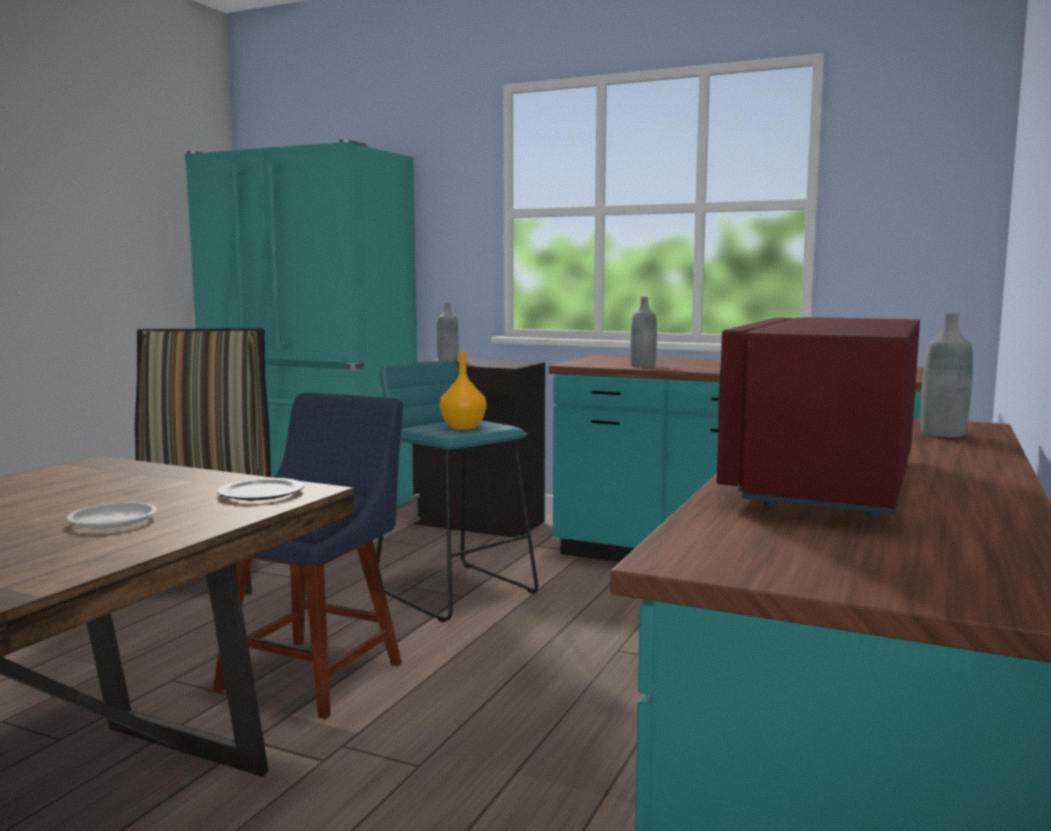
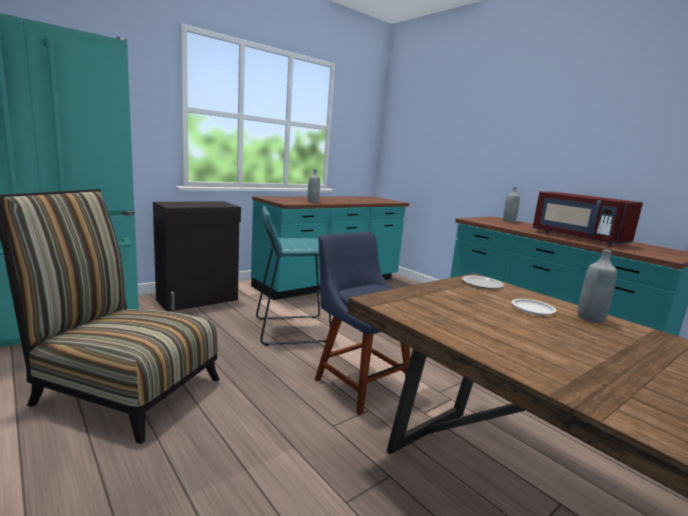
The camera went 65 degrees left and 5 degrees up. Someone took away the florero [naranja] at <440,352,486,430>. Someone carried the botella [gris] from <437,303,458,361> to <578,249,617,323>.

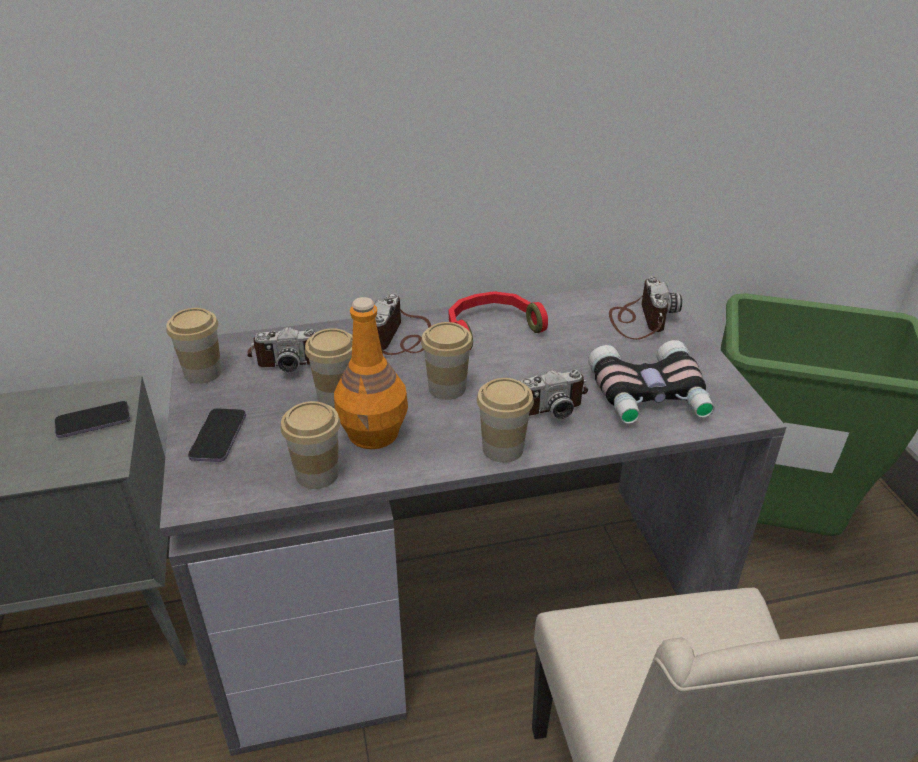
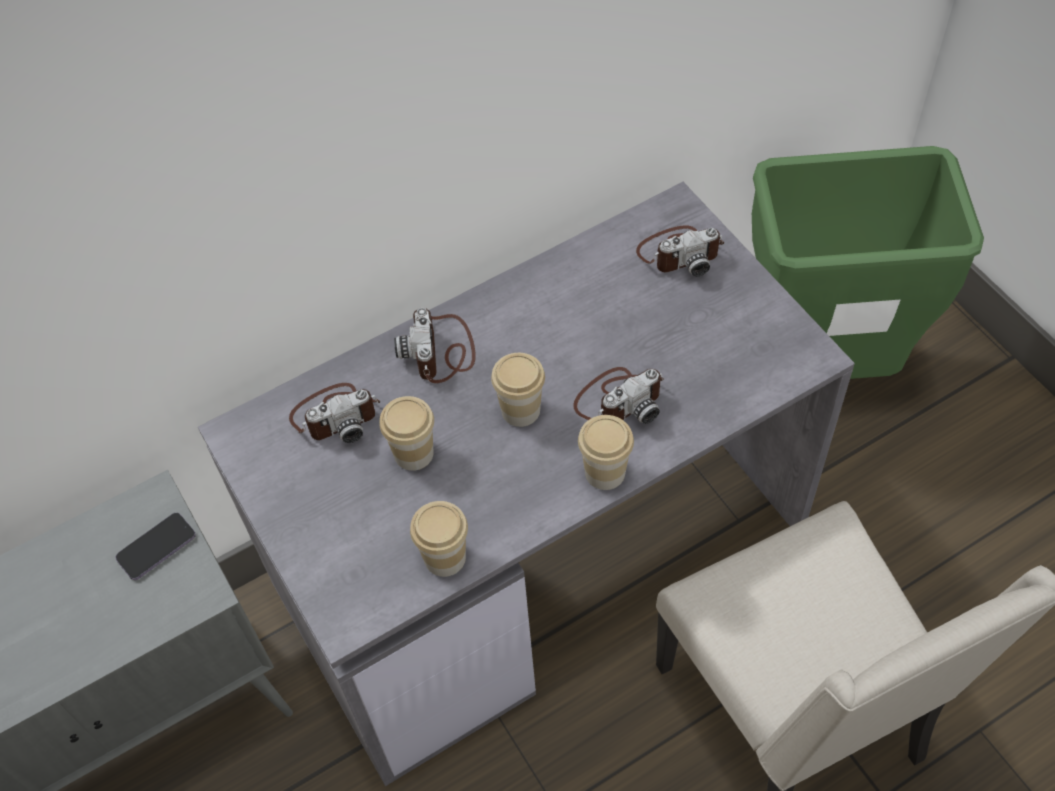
The camera went 15 degrees left and 20 degrees up. Someone took away the taza at <166,308,222,384>. Someone took away the móvil at <188,408,246,462>. Someone took away the botella [naranja] at <334,297,408,449>. Someone took away the auriculares [rojo] at <449,291,548,350>. Someone took away the prismáticos at <588,340,715,424>. Someone rotated the cámara at <609,276,682,340> by 90 degrees clockwise.

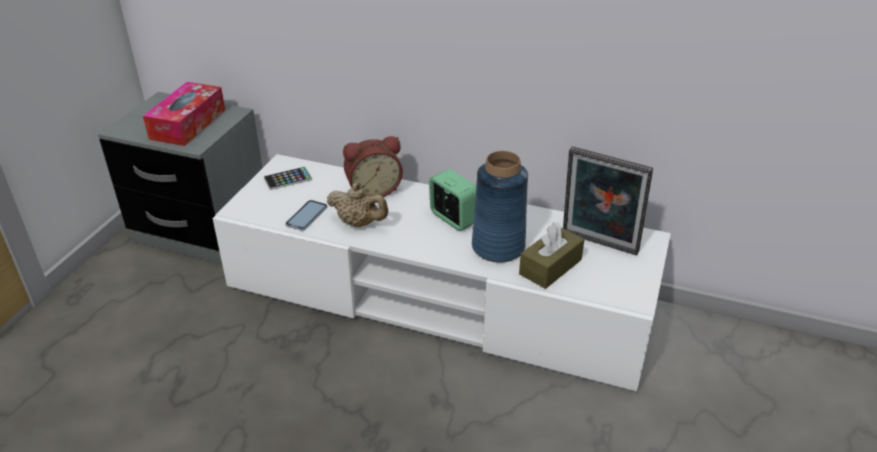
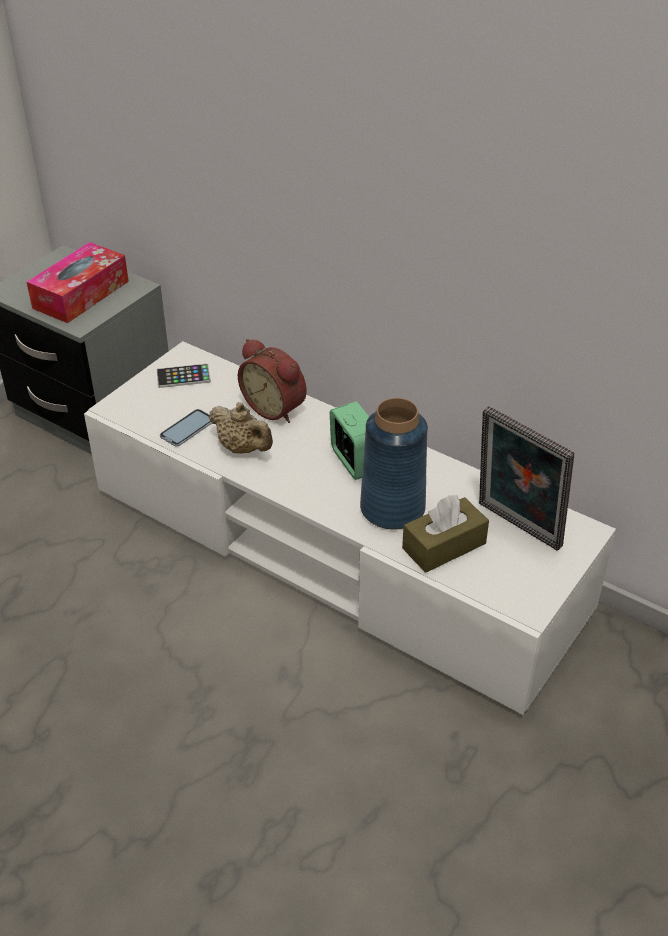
The camera went 15 degrees right and 5 degrees up. Someone rotated the despertador at <343,136,403,197> by 45 degrees clockwise.

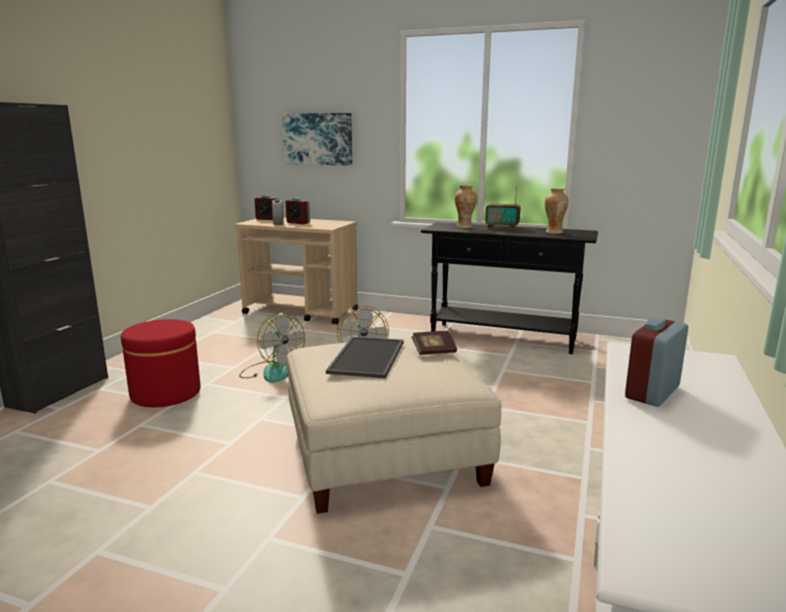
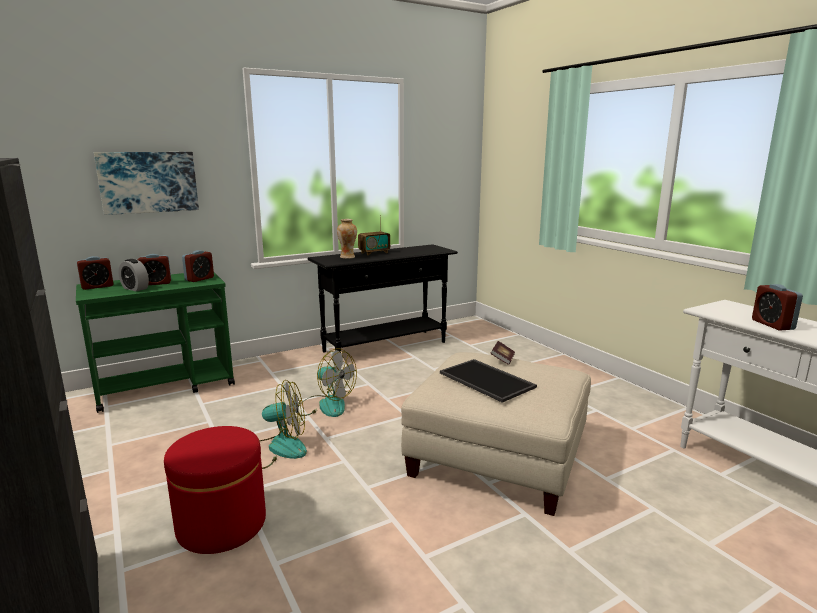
The camera went 50 degrees left and 0 degrees up. Someone took away the florero at <544,188,569,234>. Someone put down the despertador at <182,250,214,282>. Someone repainted the carrito [beis] at <235,218,358,325>, which became the carrito [verde] at <76,272,235,413>.

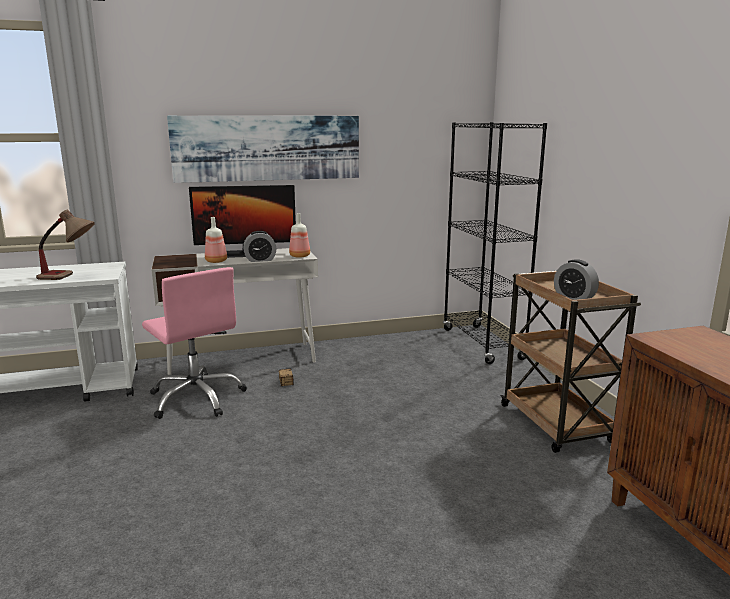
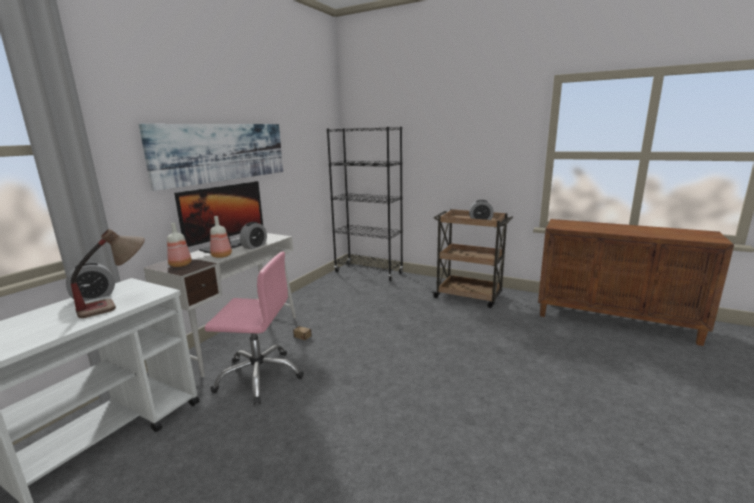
The camera went 45 degrees left and 0 degrees up. Someone put down the despertador at <66,262,115,301>. Someone carried the botella from <289,213,310,258> to <167,223,191,267>.

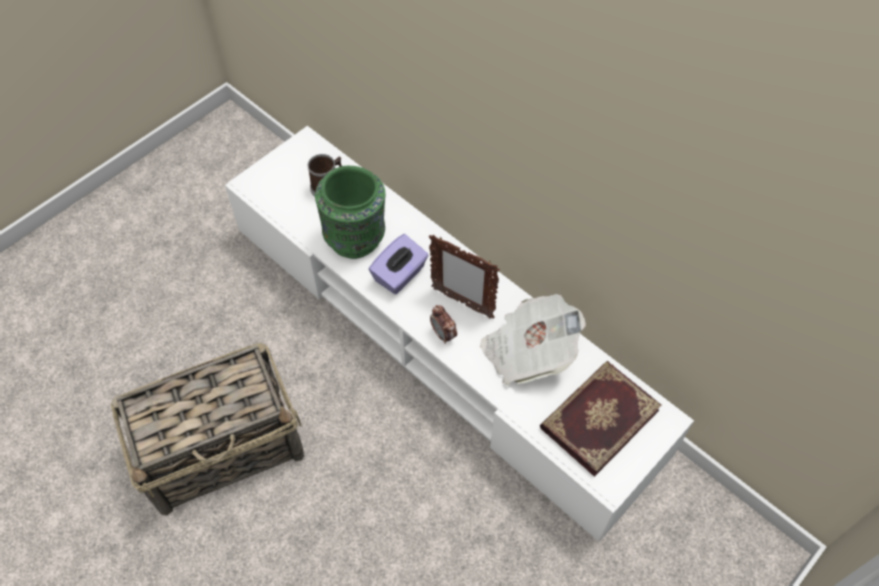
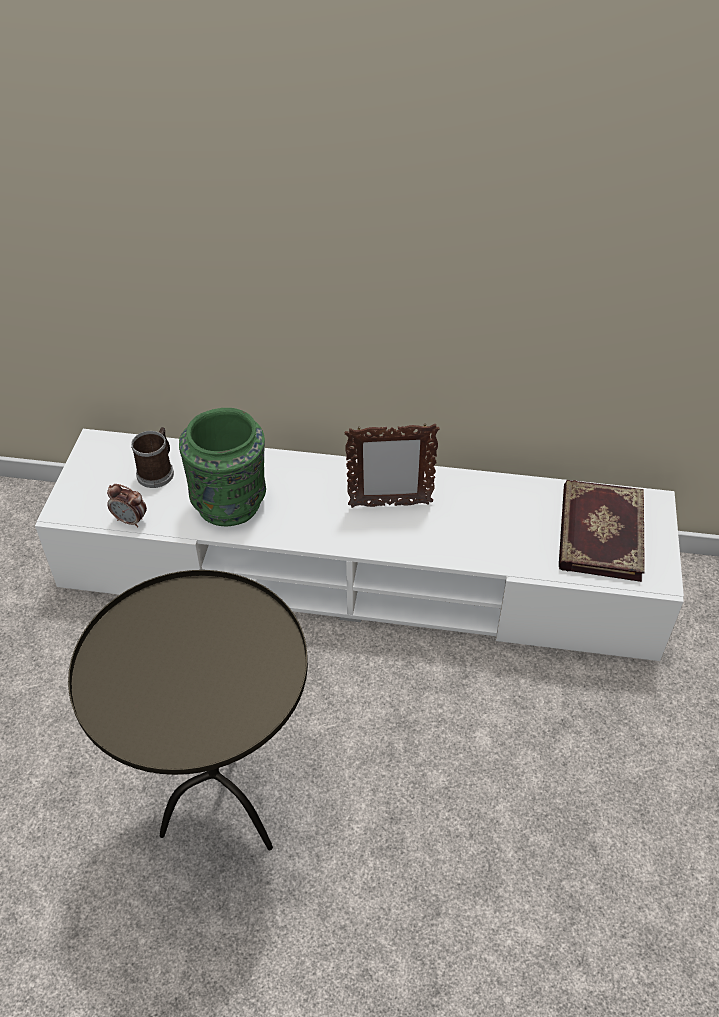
The camera went 35 degrees left and 10 degrees down. Someone took away the caja de pañuelos [morado] at <369,234,429,294>. Someone took away the periódico at <480,294,586,385>. Someone carried the despertador from <430,305,457,344> to <107,484,147,527>. Someone swapped the cesta at <111,343,304,515> for the mesa auxiliar [marrón] at <68,570,308,850>.

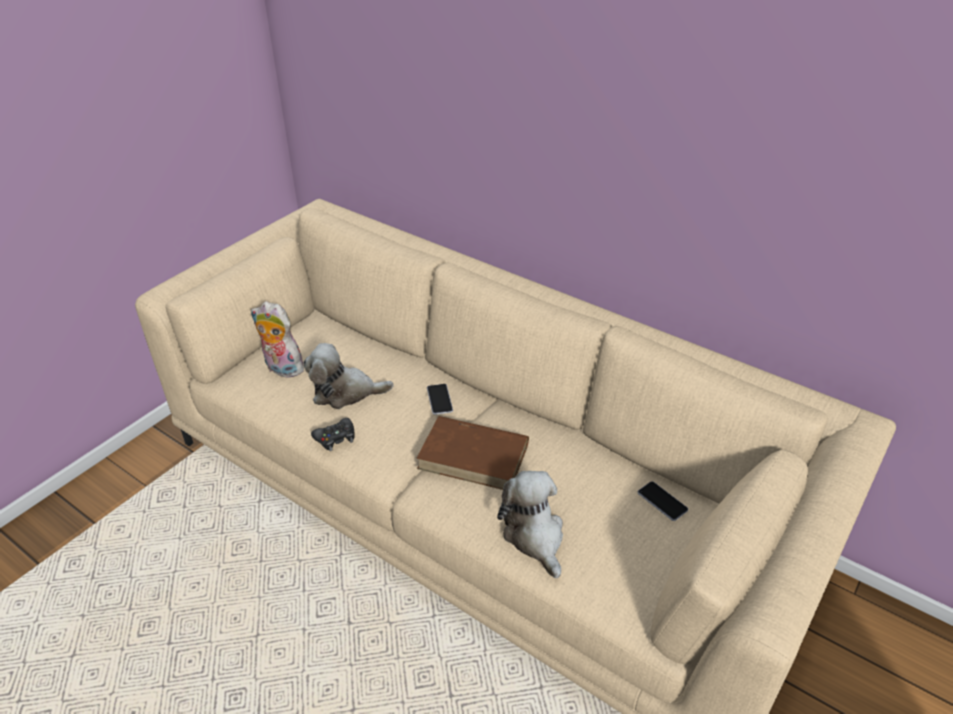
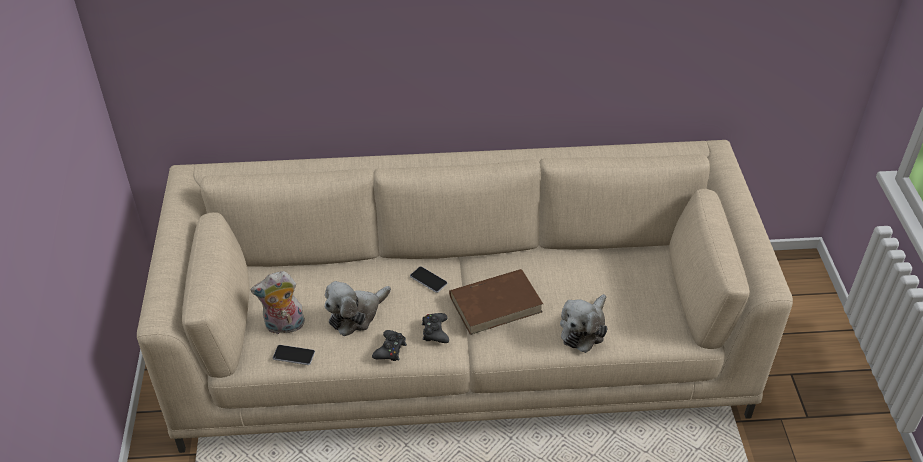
The camera went 40 degrees left and 5 degrees up. Someone put down the mando de consola [negro] at <422,313,449,343>. Someone carried the móvil from <638,481,688,521> to <273,345,315,365>. Someone rotated the peluche at <497,471,563,579> by 90 degrees counterclockwise.

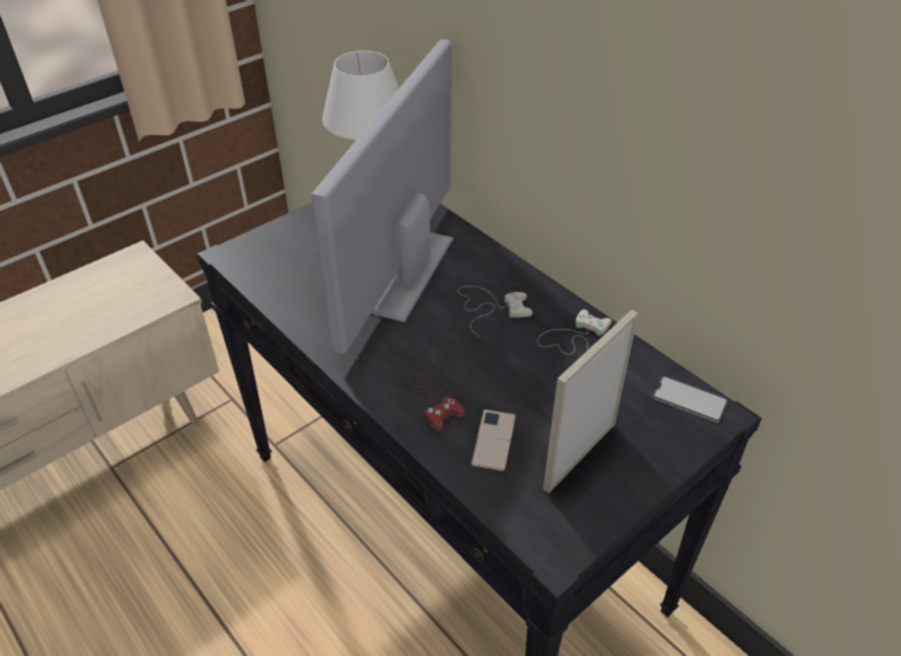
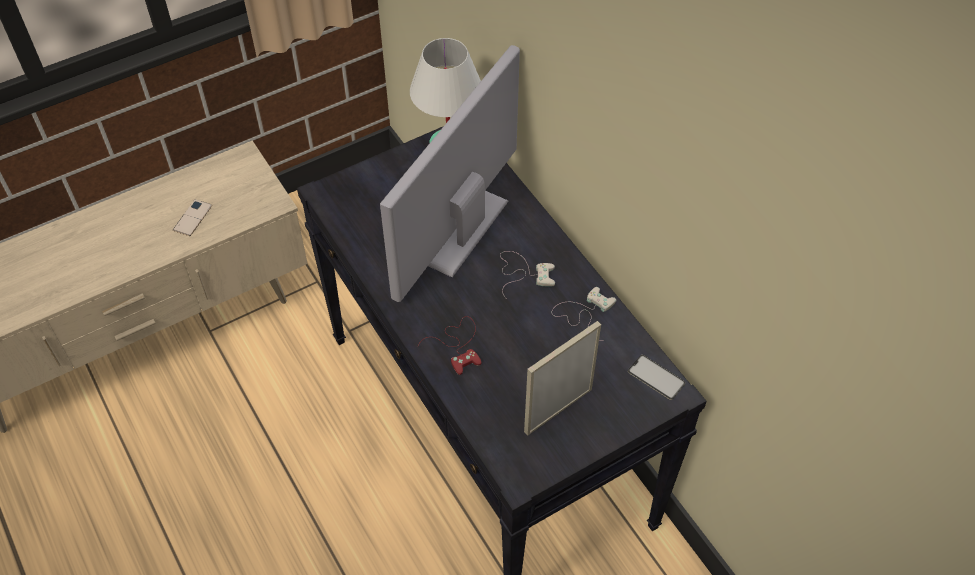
The camera went 10 degrees right and 10 degrees up. Someone carried the móvil from <471,409,516,471> to <173,199,212,236>.

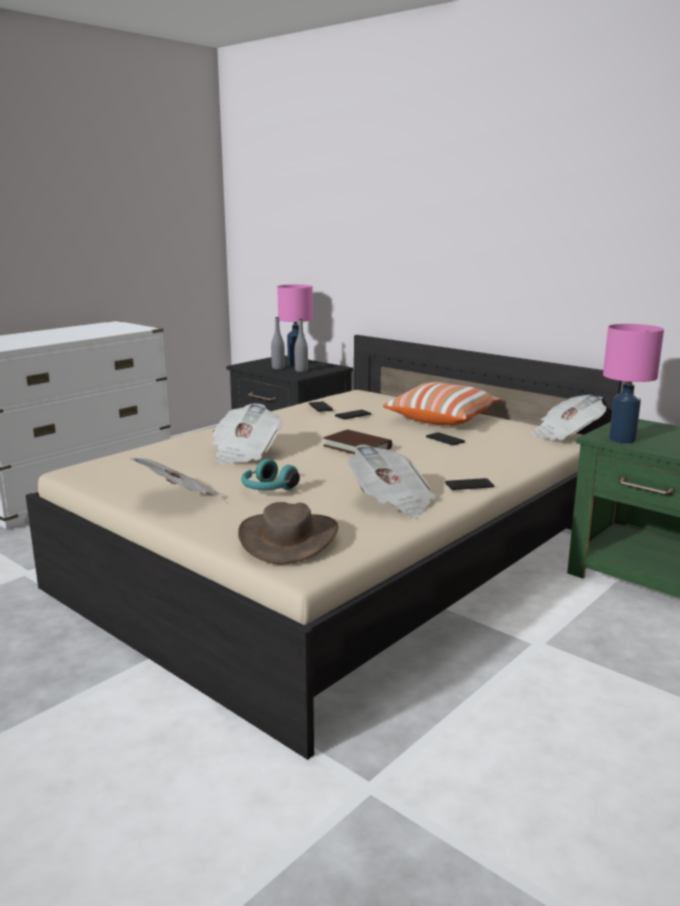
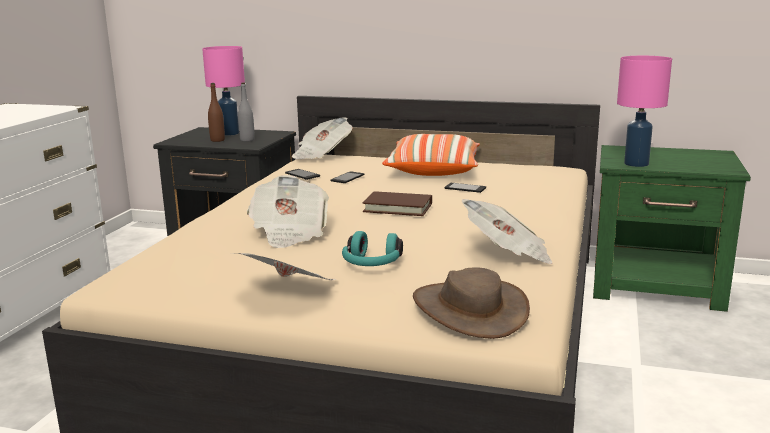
The camera went 25 degrees left and 0 degrees up. Someone took away the móvil at <445,478,494,490>. Someone carried the periódico from <530,395,606,440> to <292,118,352,159>. Someone repainted the botella [gris] at <271,317,285,369>, which became the botella [marrón] at <208,83,225,142>.

